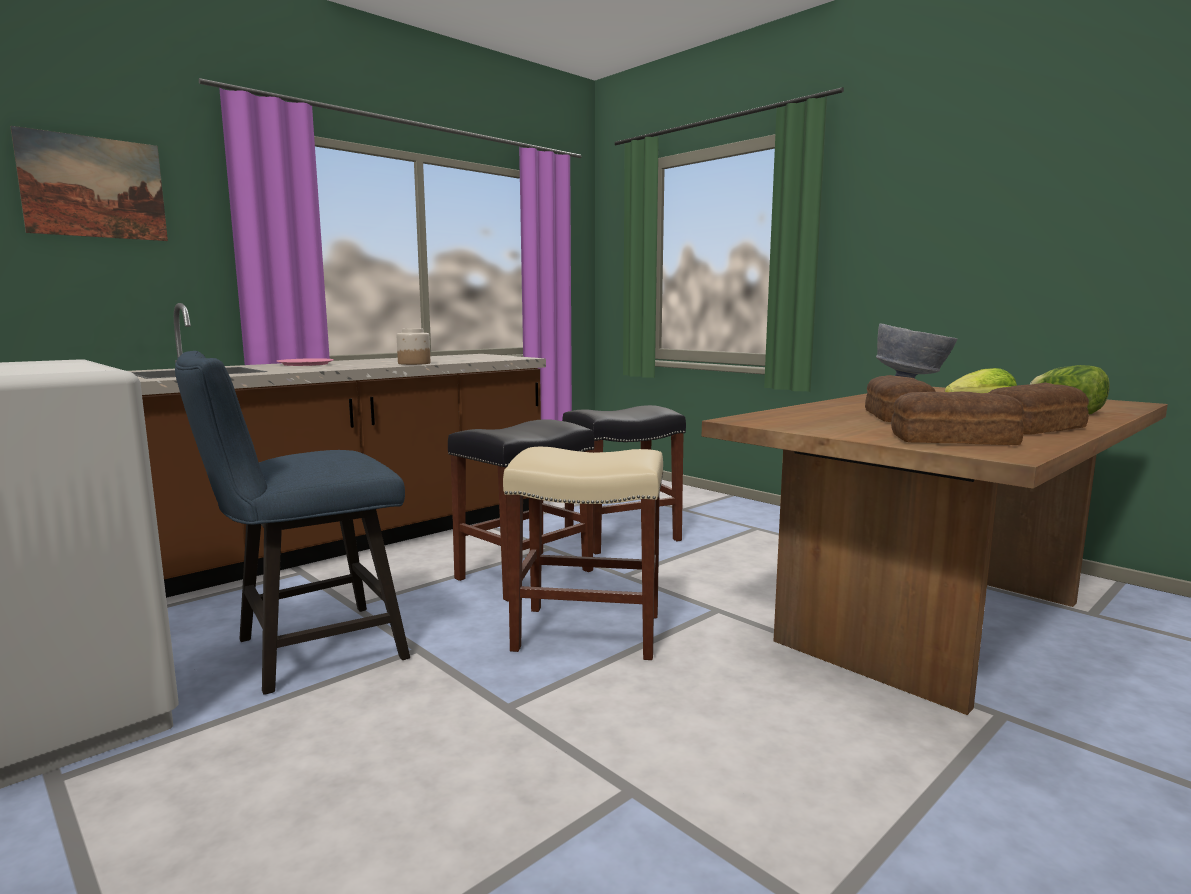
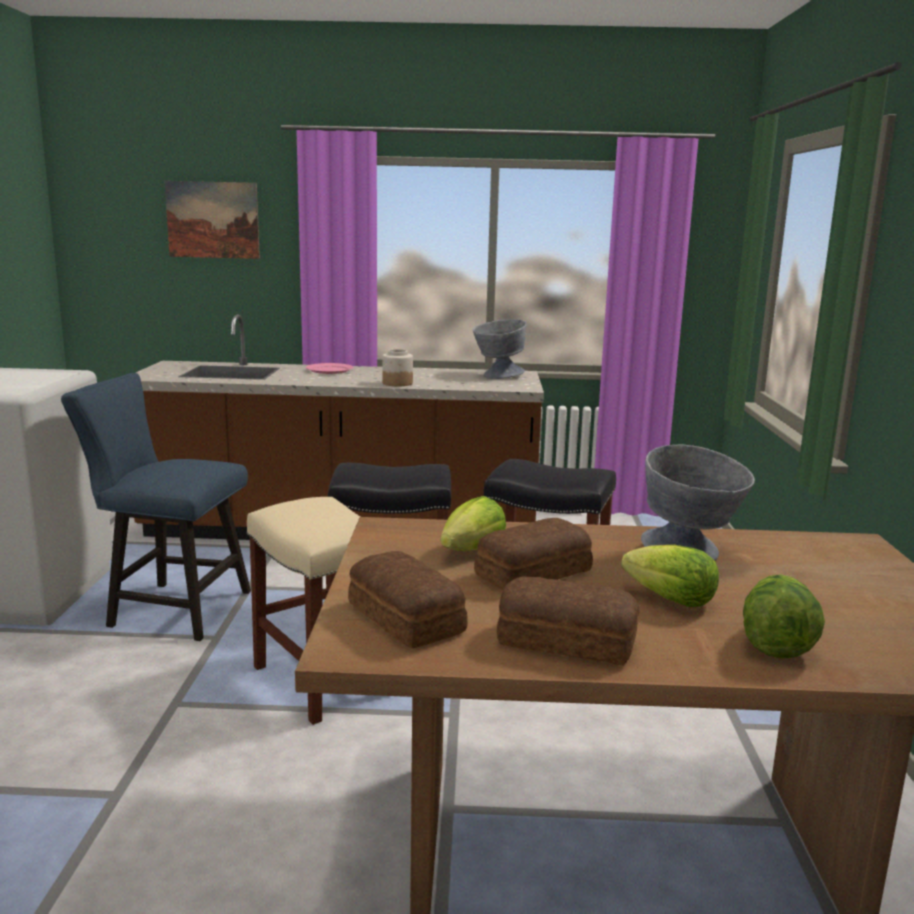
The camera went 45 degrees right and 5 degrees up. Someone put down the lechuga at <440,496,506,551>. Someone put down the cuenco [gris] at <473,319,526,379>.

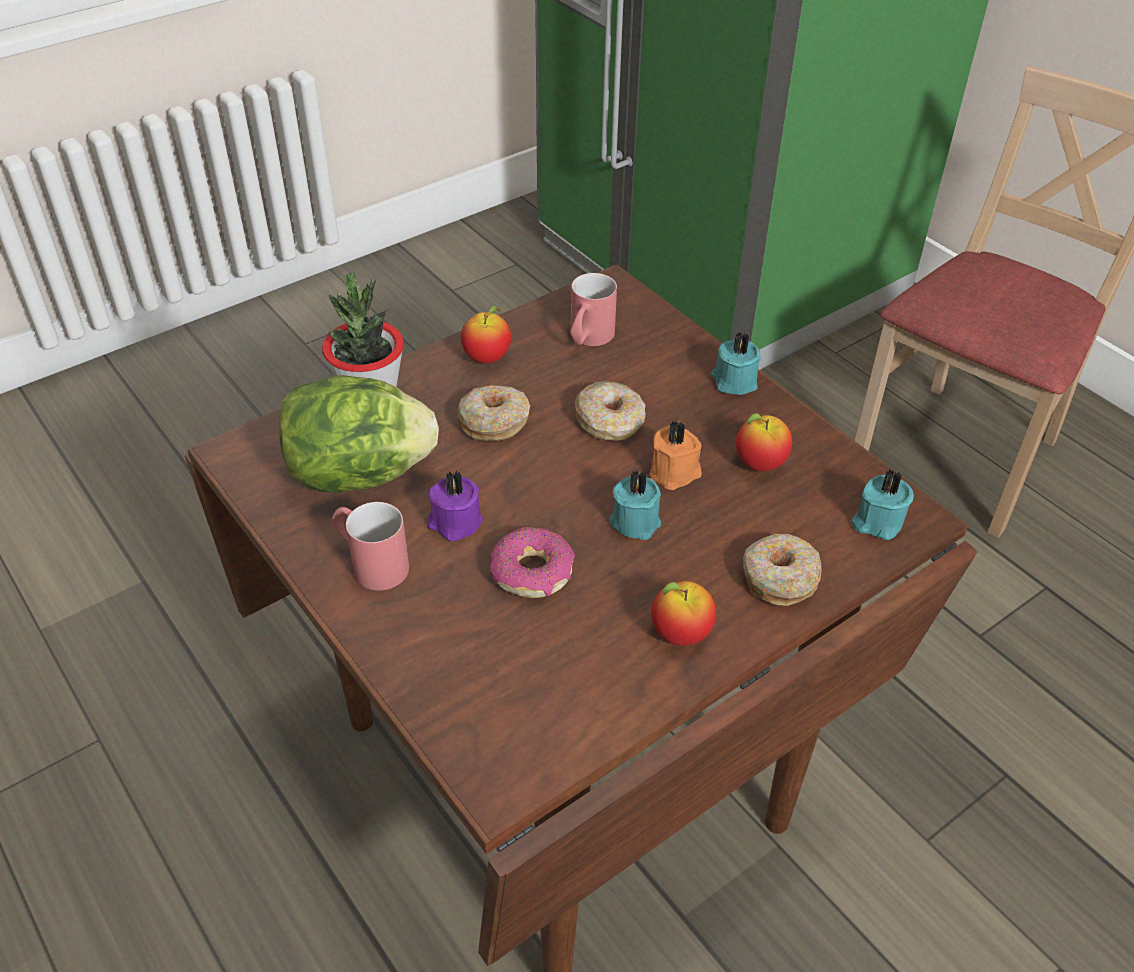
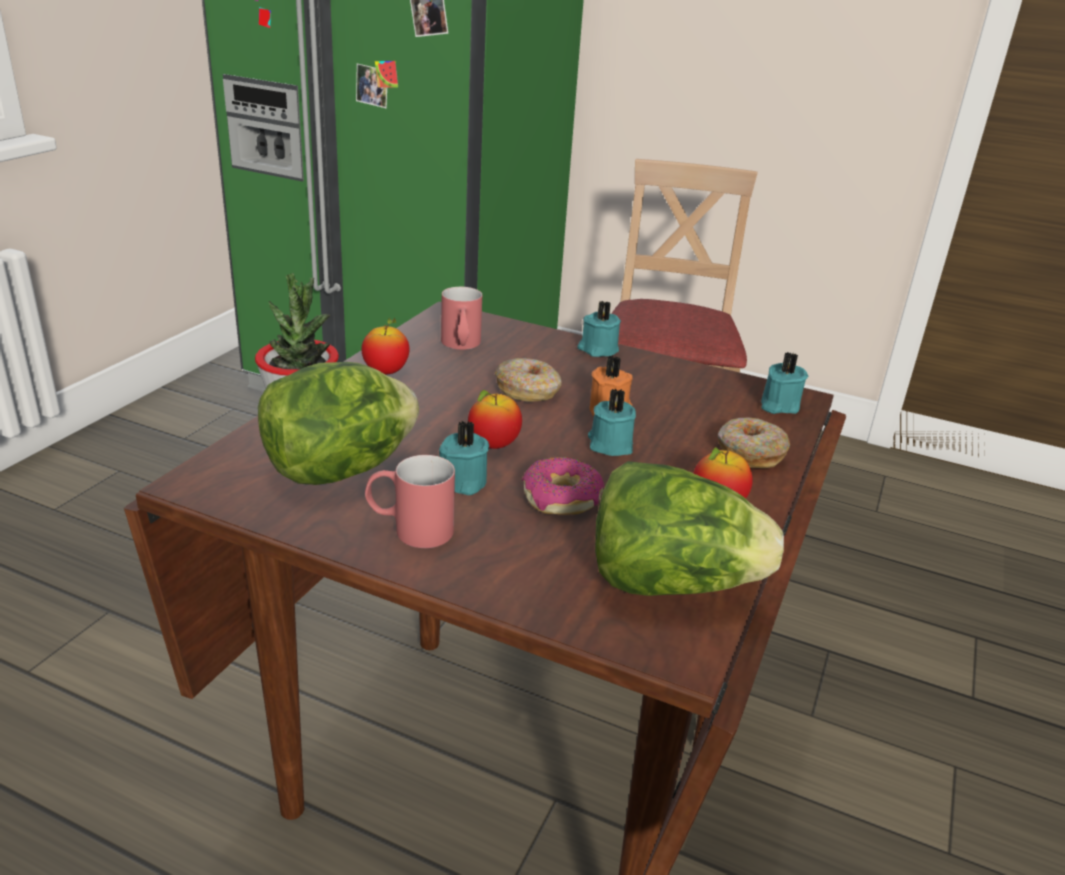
The camera went 30 degrees left and 15 degrees down. Someone took away the rosquilla at <457,385,530,441>. Someone put down the lechuga at <595,461,784,596>. Someone carried the manzana from <736,413,792,471> to <468,390,522,449>. Someone repainted the vela [morado] at <427,471,483,541>, which became the vela [turquesa] at <439,420,489,495>.

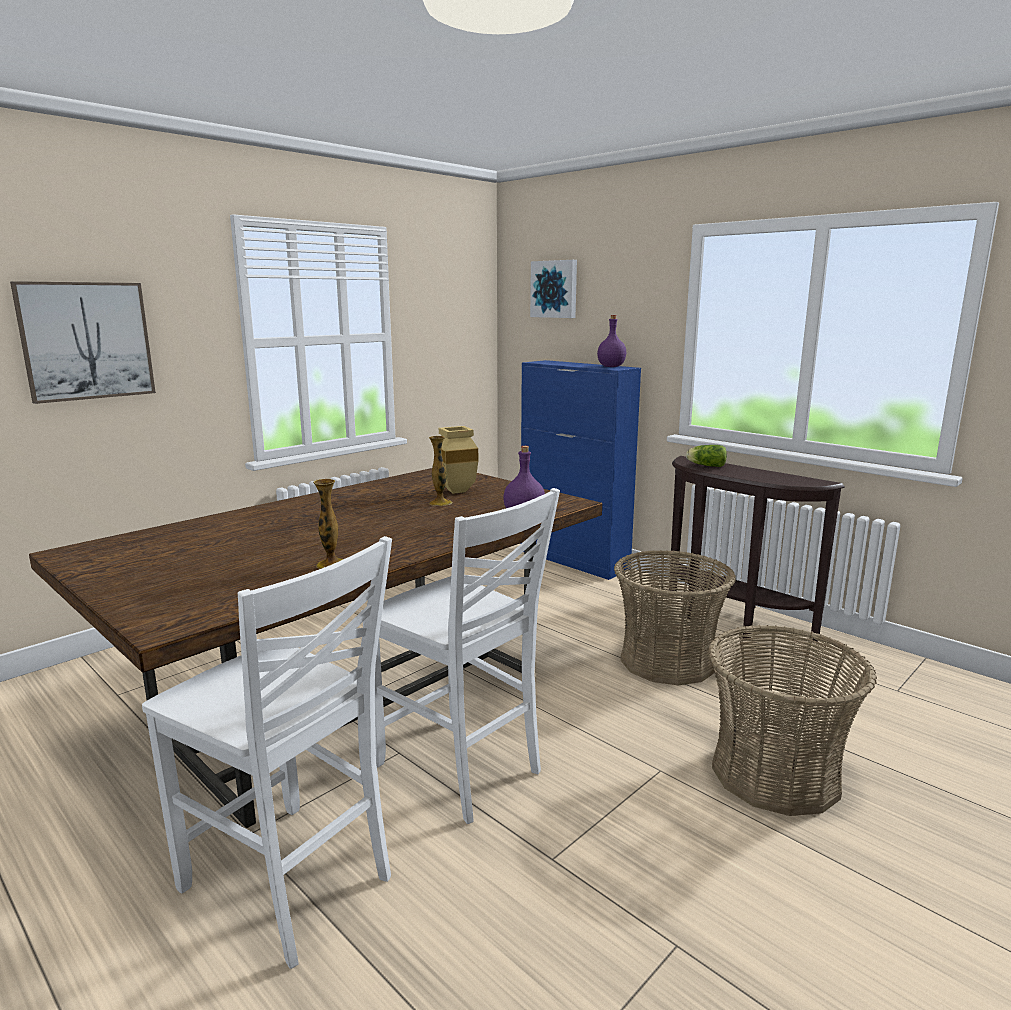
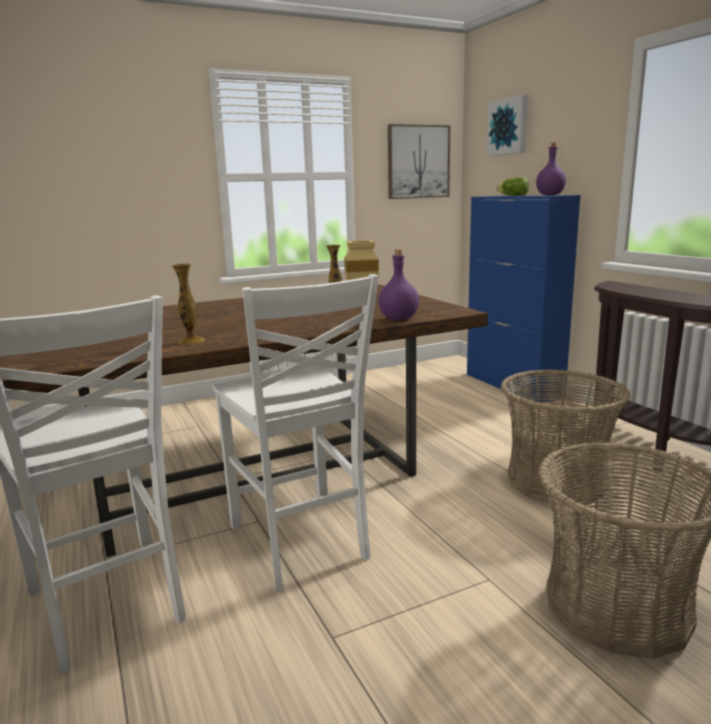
The camera went 20 degrees right and 0 degrees up. Someone carried the cuadro from <10,281,156,404> to <388,124,450,199>. Someone carried the lechuga from <686,445,727,467> to <497,177,529,196>.

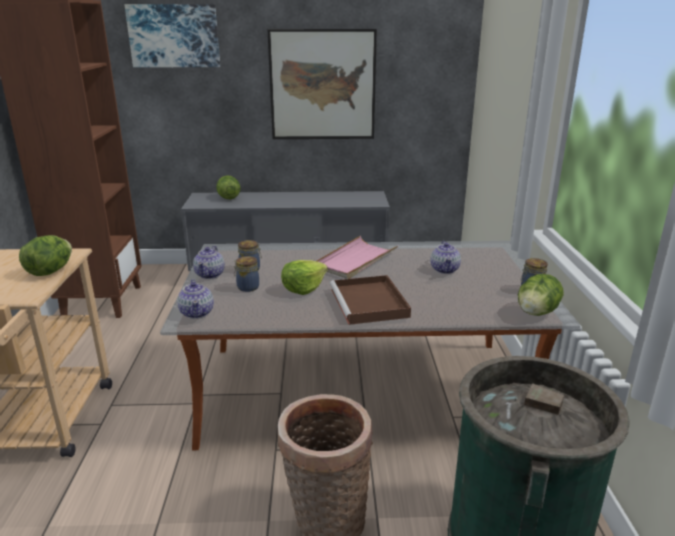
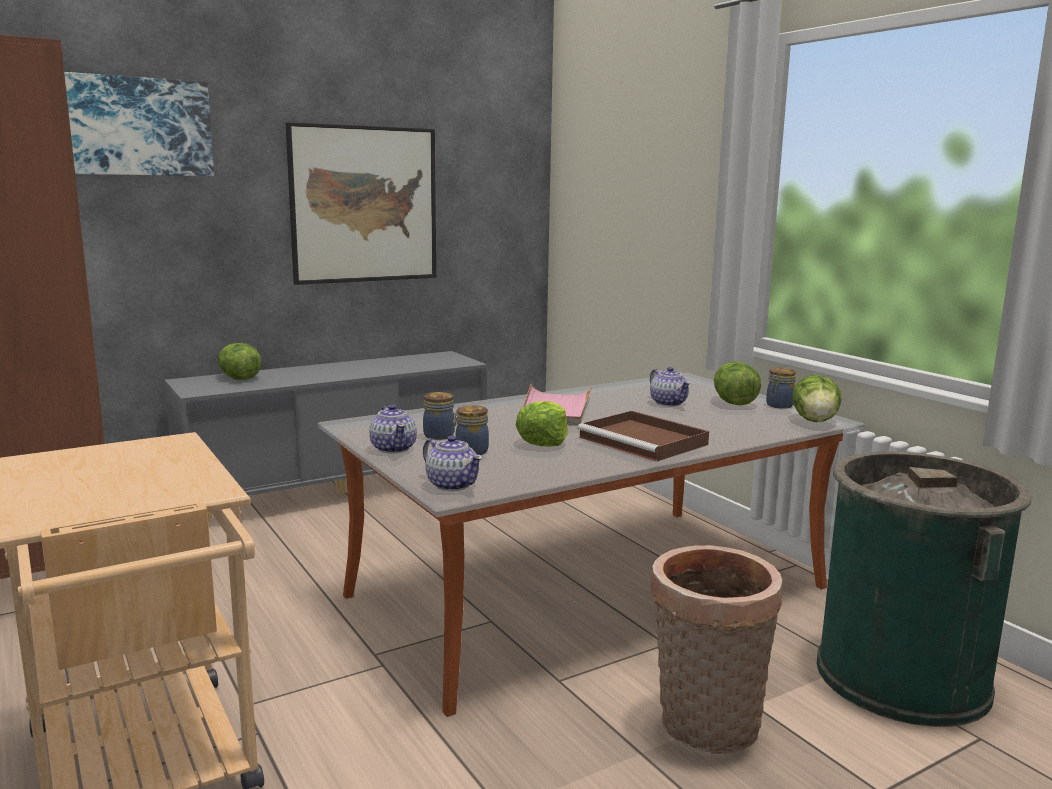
The camera went 30 degrees left and 10 degrees down. Someone carried the lechuga from <19,235,72,276> to <714,361,761,405>.

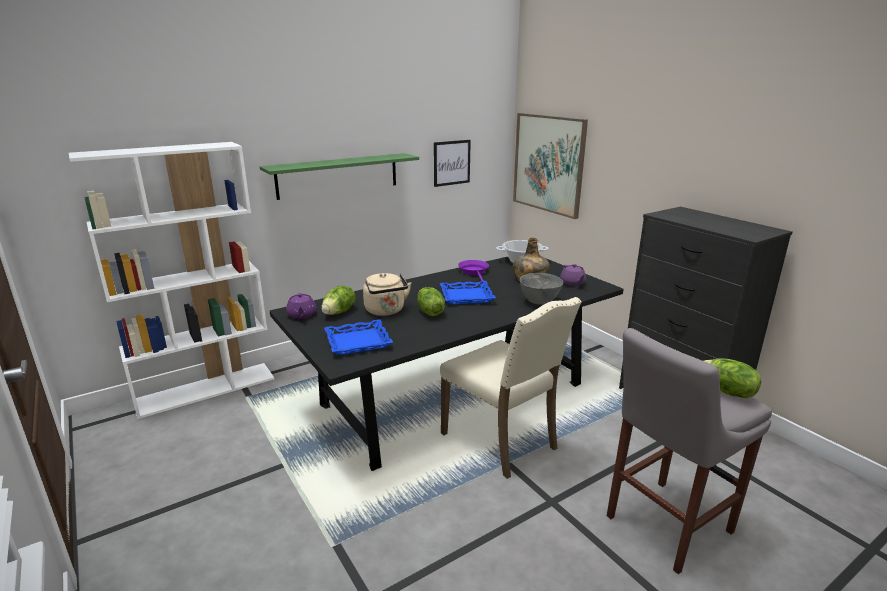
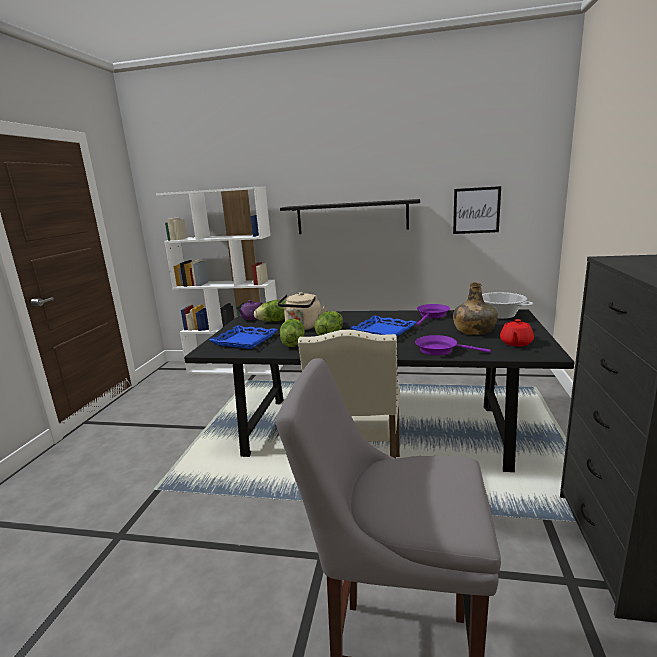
The camera went 45 degrees right and 5 degrees down. Someone took away the cuadro at <513,113,588,219>. Someone carried the lechuga from <704,358,761,398> to <280,319,305,347>. Someone swapped the cuenco [gris] at <520,273,563,305> for the sartén [morado] at <415,335,491,356>. Someone repainted the estante [verde] at <260,153,419,200>, which became the estante [negro] at <280,199,420,234>. Someone repainted the tetera [morado] at <560,264,586,286>, which became the tetera [rojo] at <500,319,534,347>.

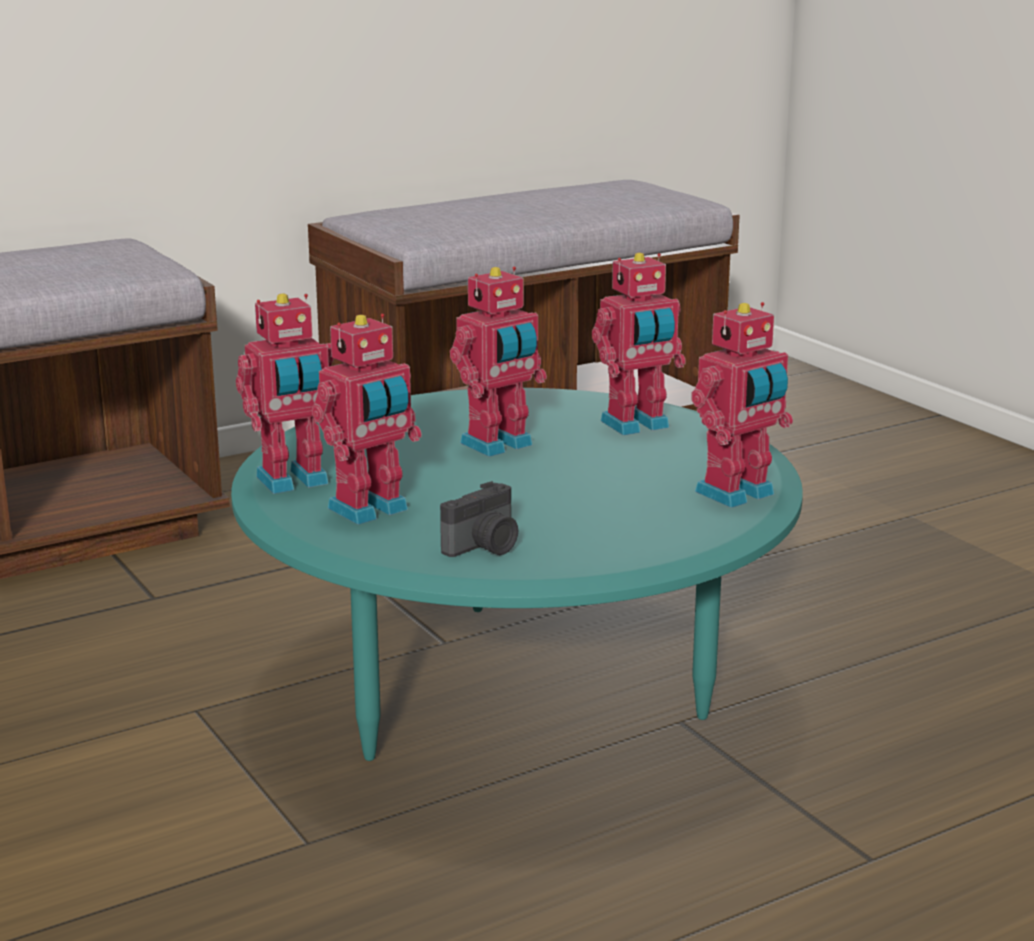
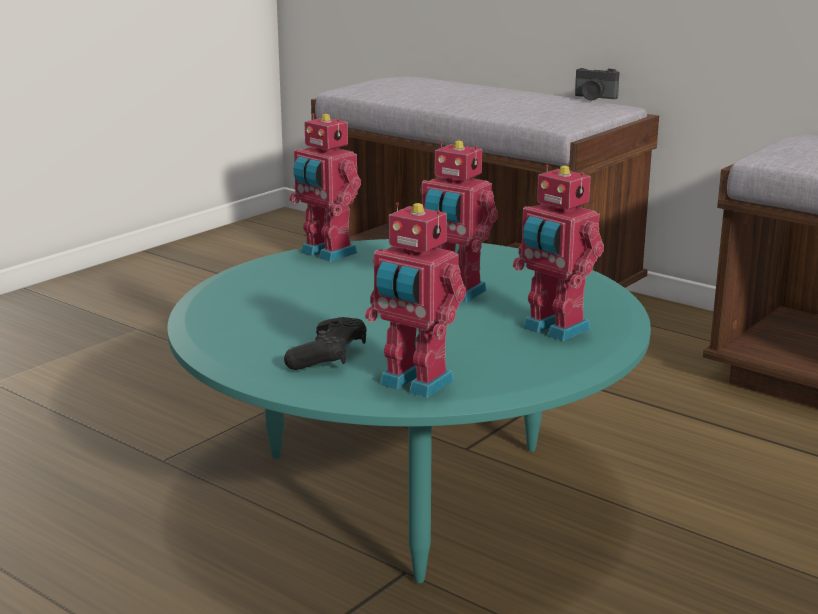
The camera went 70 degrees right and 0 degrees up. Someone took away the robot de juguete at <312,314,422,525>. Someone put down the mando de consola [negro] at <284,317,366,370>. Someone carried the cámara from <440,481,518,557> to <575,68,620,100>.

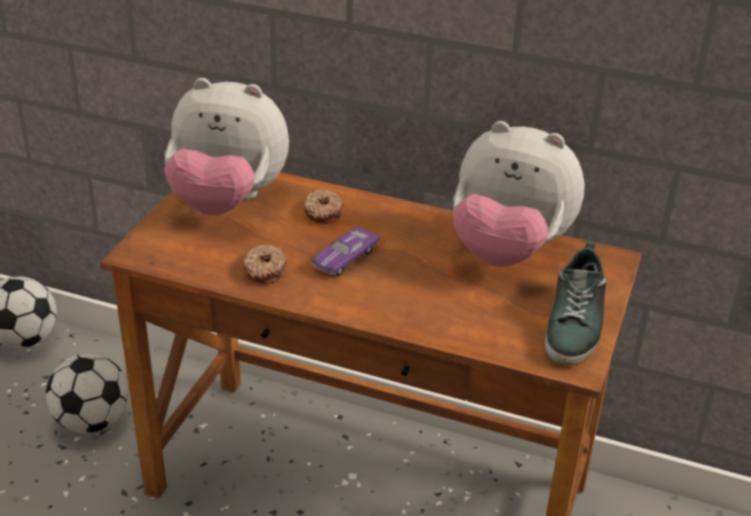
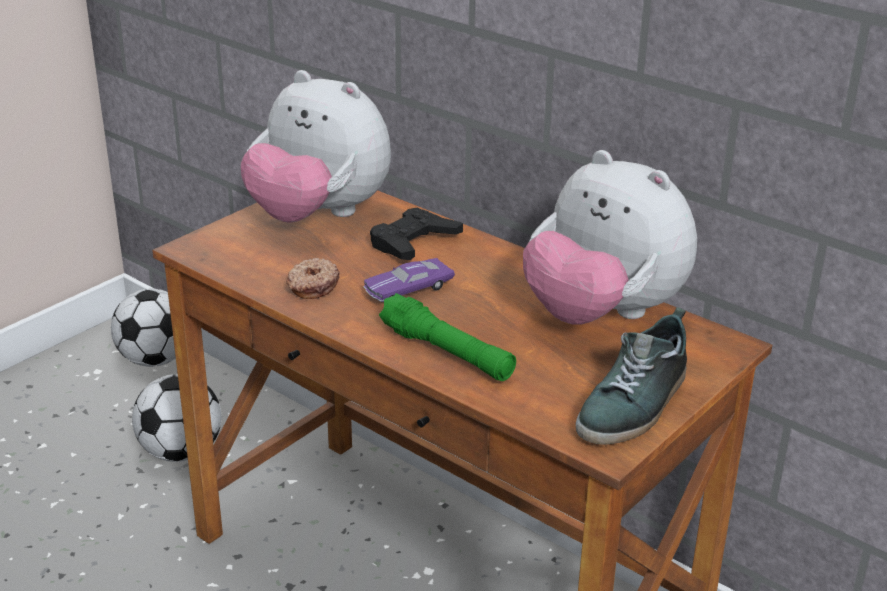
The camera went 20 degrees right and 5 degrees down. Someone put down the linterna [verde] at <379,293,516,381>. Someone swapped the rosquilla at <304,189,344,224> for the mando de consola [negro] at <370,207,463,260>.

